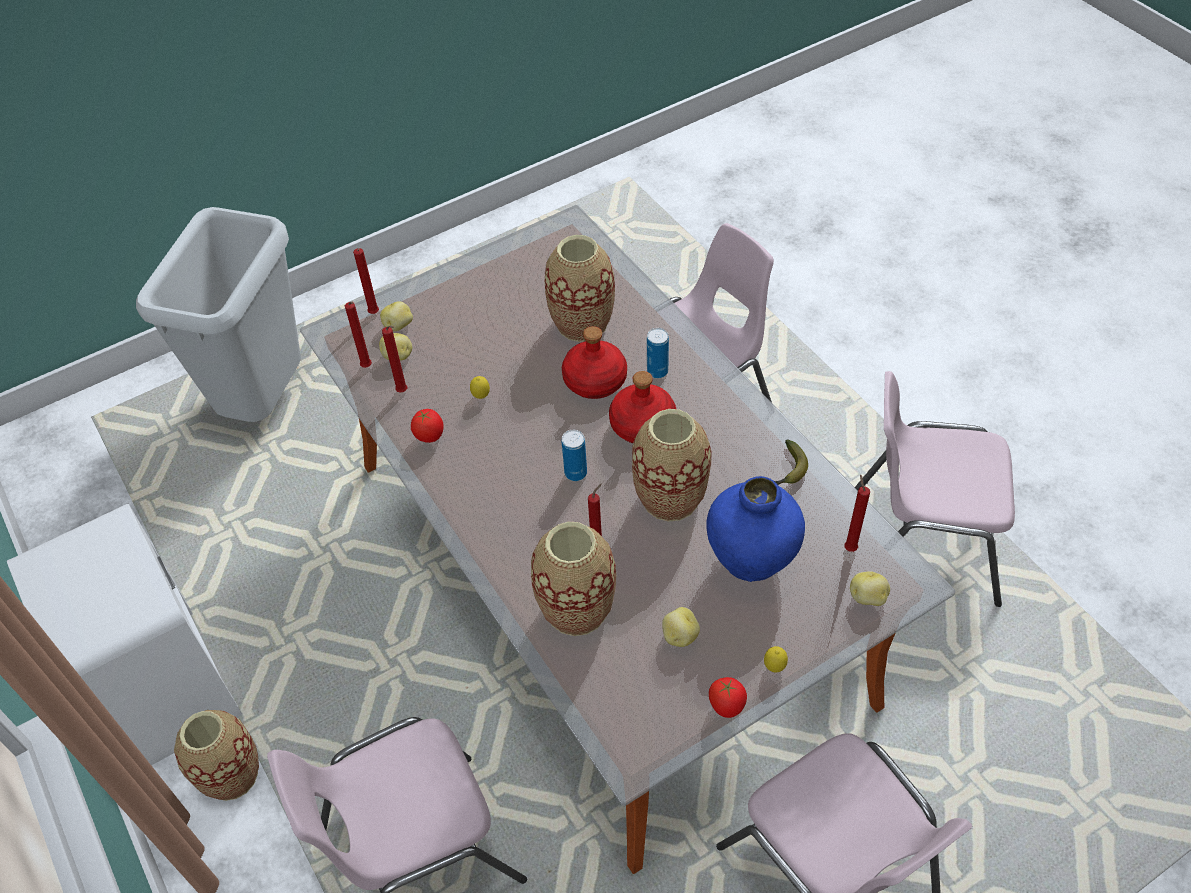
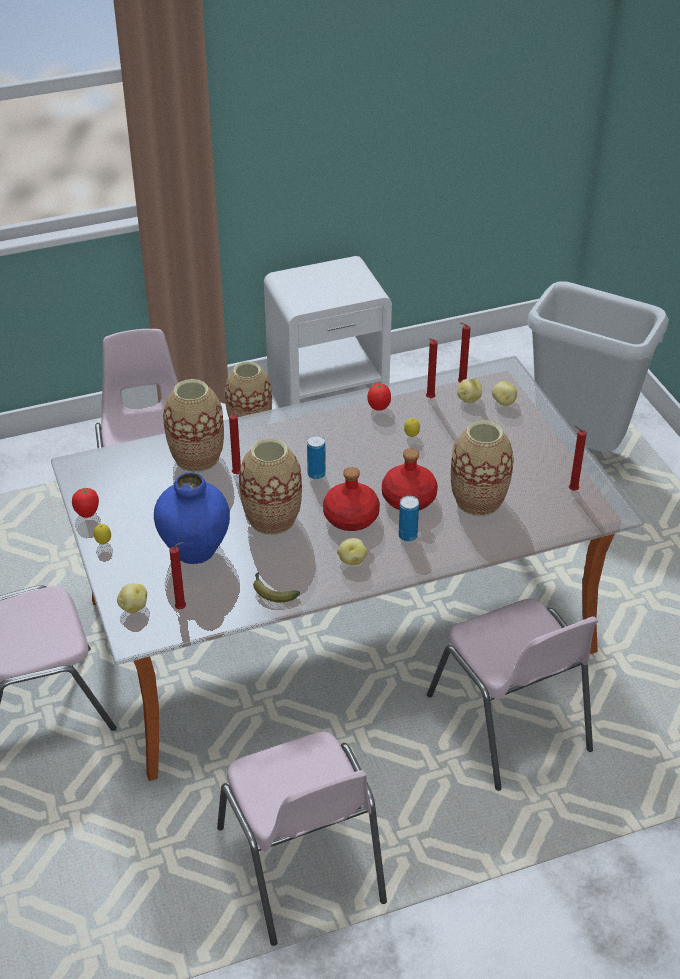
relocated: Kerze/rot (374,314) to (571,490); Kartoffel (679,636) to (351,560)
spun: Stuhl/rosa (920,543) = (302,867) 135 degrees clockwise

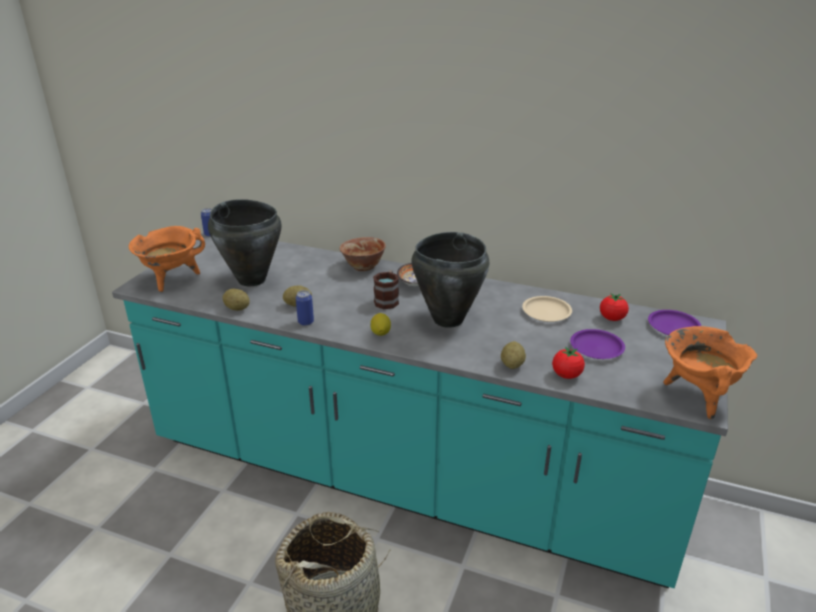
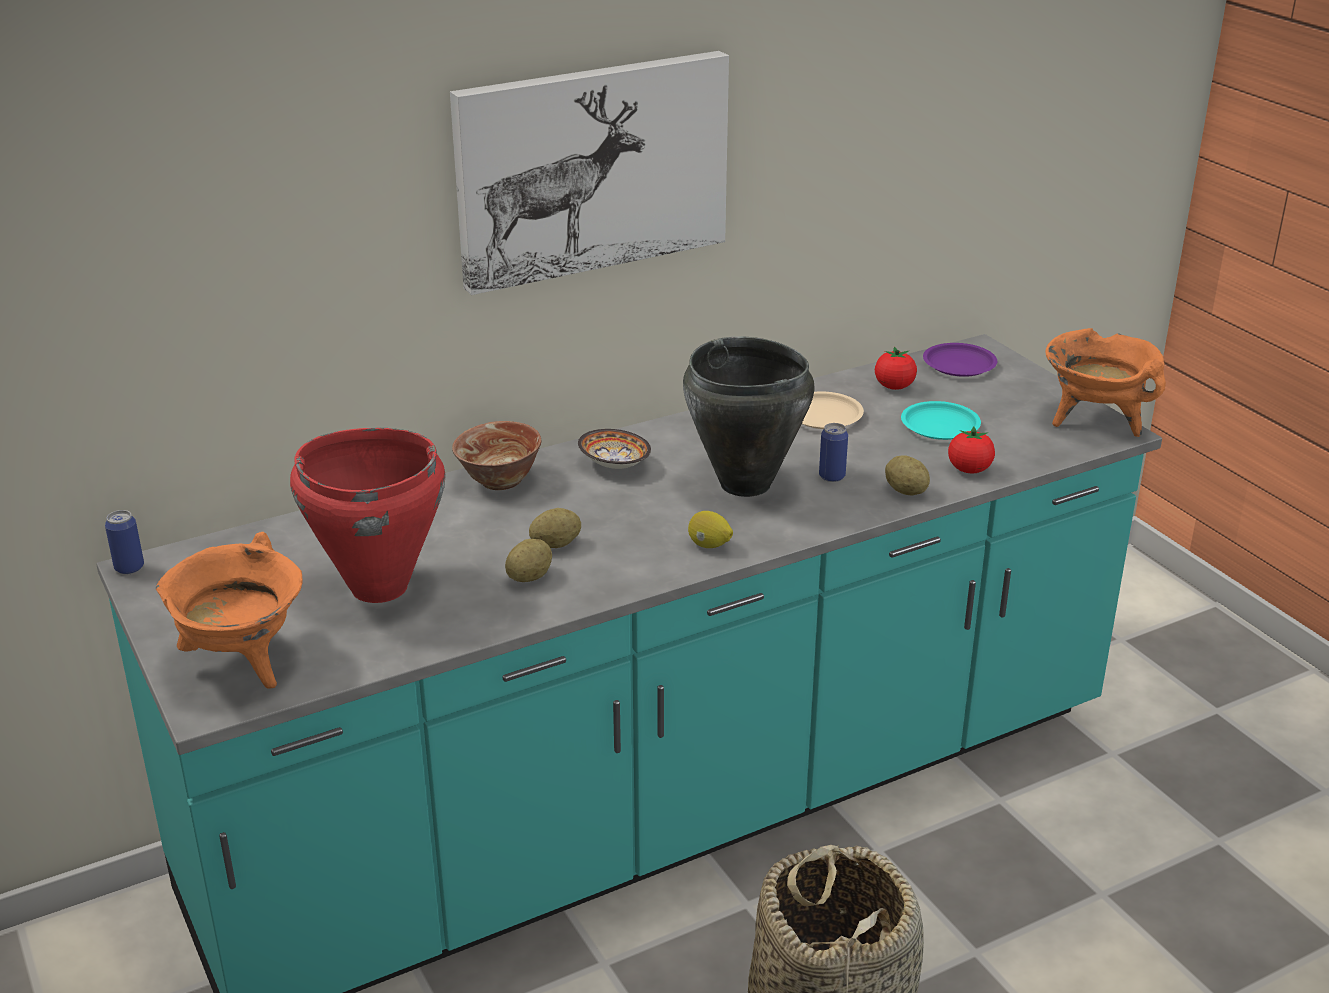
missing: Henkelbecher (387,300)
appeared: Bild (591,168)
relocated: Kartoffel (237,308) to (555,544); Dose (306,322) to (832,476)
colour: Kochtopf/schwarz (252,279) to Kochtopf/rot (378,587); Teller/lila (596,347) to Teller/türkis (939,426)

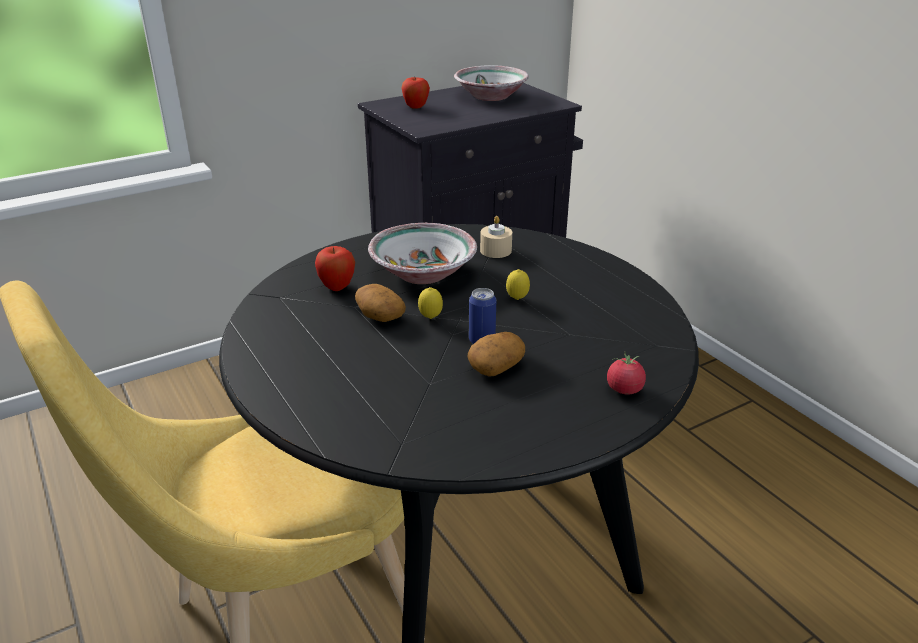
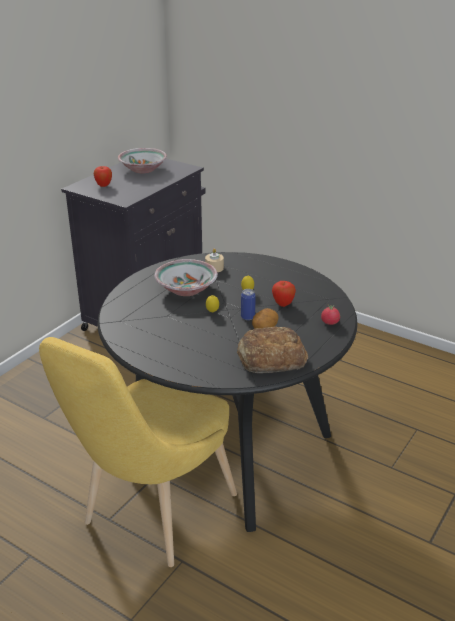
missing: Kartoffel (379,316)
appeared: Brot (270,357)
relocated: Apfel (337,287) to (283,304)

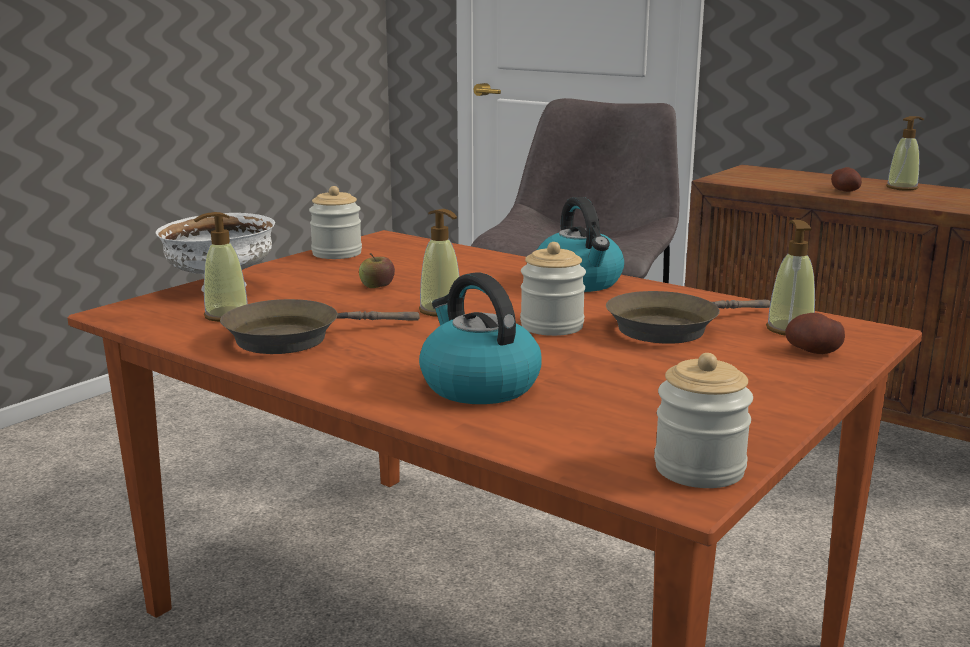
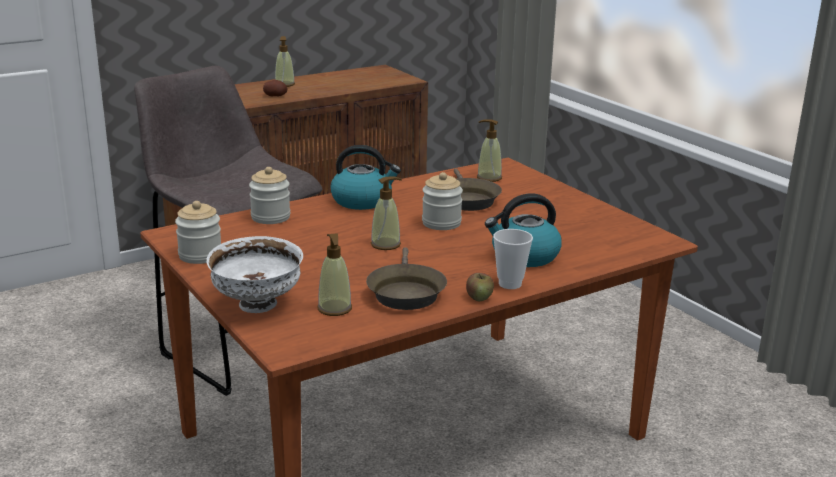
missing: Kartoffel (813,351)
appeared: Tasse (510,284)
relocated: Apfel (377,286) to (479,297); Vorratsglas (699,469) to (270,217)

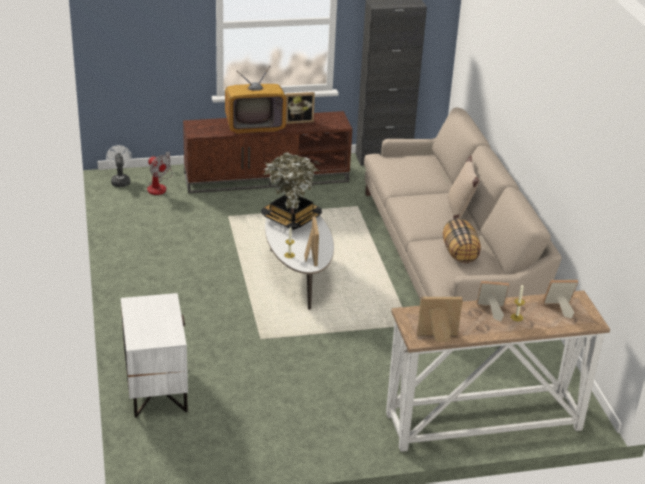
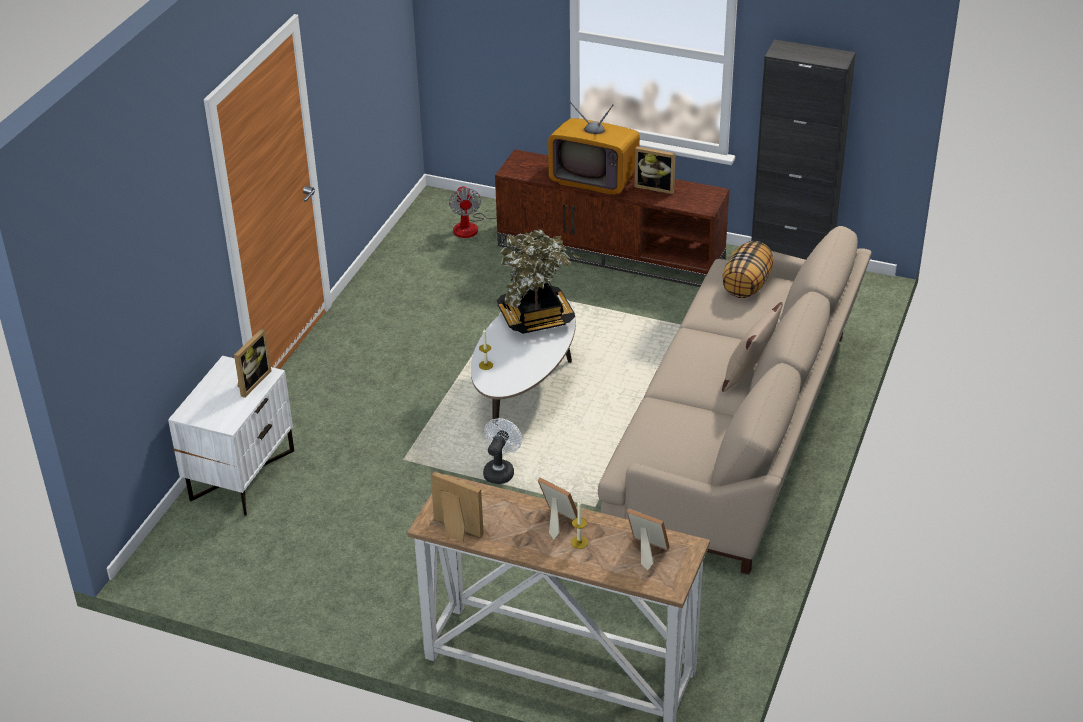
relocated: Ventilator/weiß (120,181) to (500,470); Bilderrahmen (310,256) to (251,382); Kissen (460,253) to (747,286)

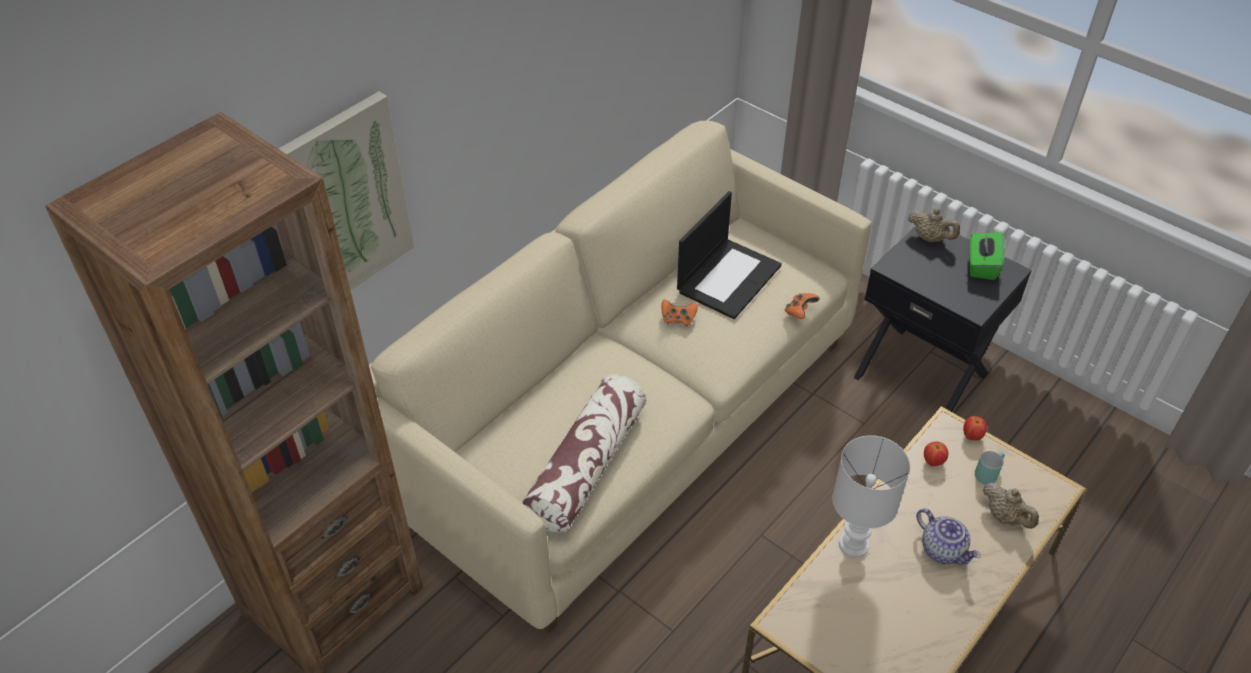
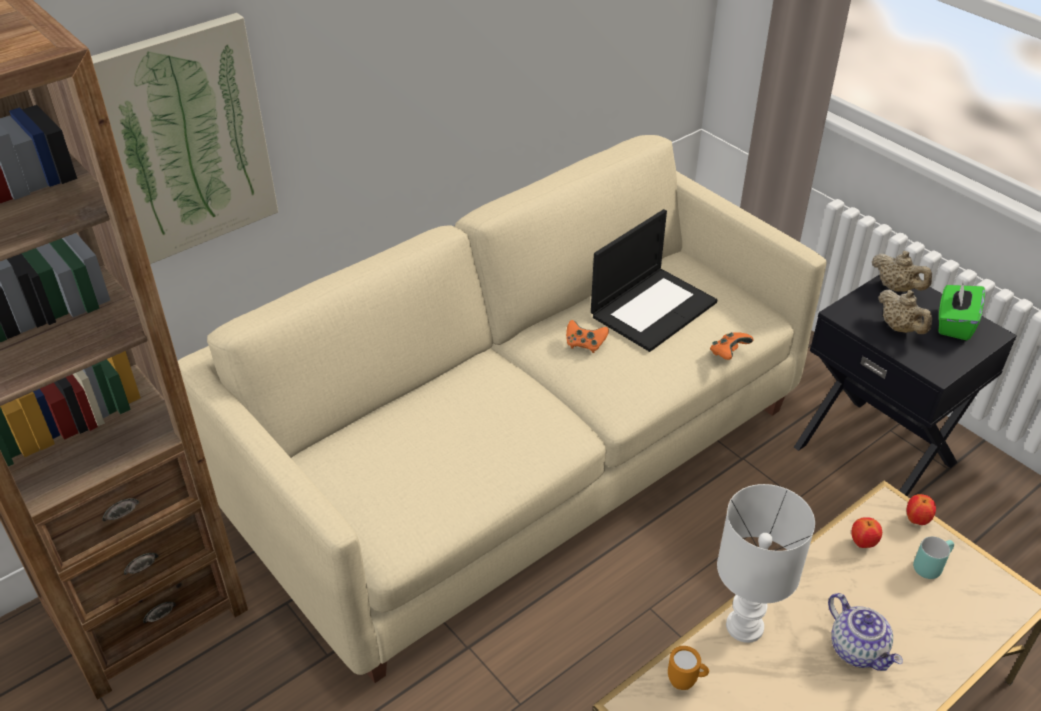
missing: Kissen (587,465)
appeared: Henkelbecher/orange (686,681)
relocated: Teekanne/beige (1005,517) to (900,328)

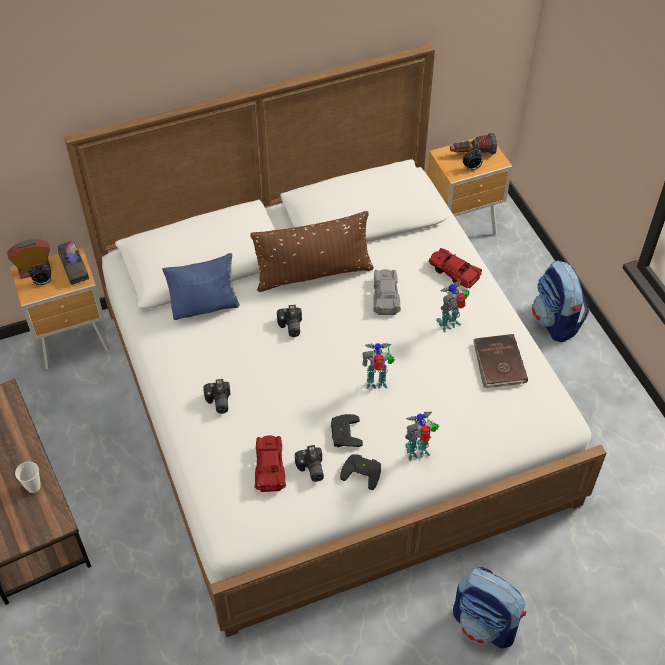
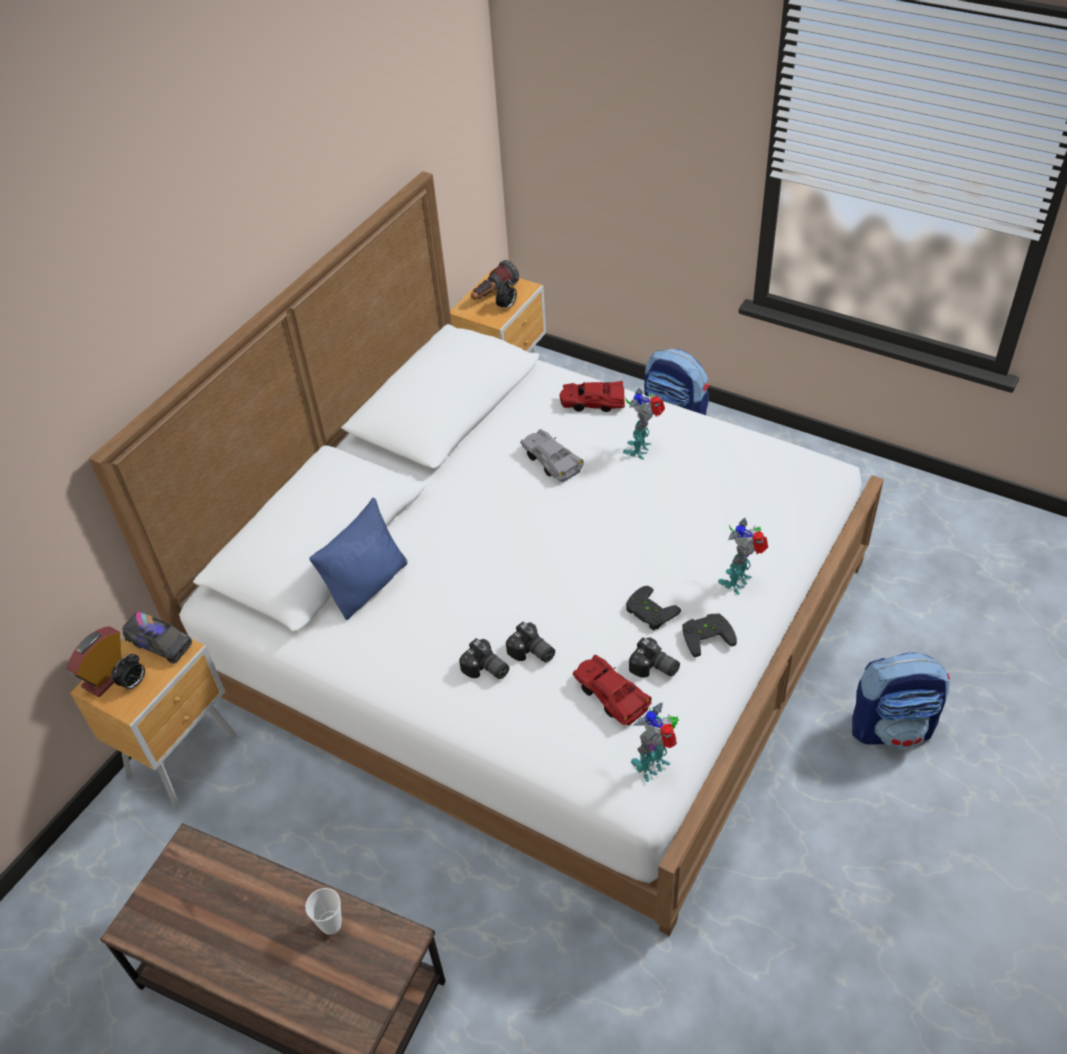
missing: Kissen/braun (313,274); Buch/braun (498,363)
relocated: Kamera (290,327) to (531,653); Spielzeugroboter (377,383) to (654,766)

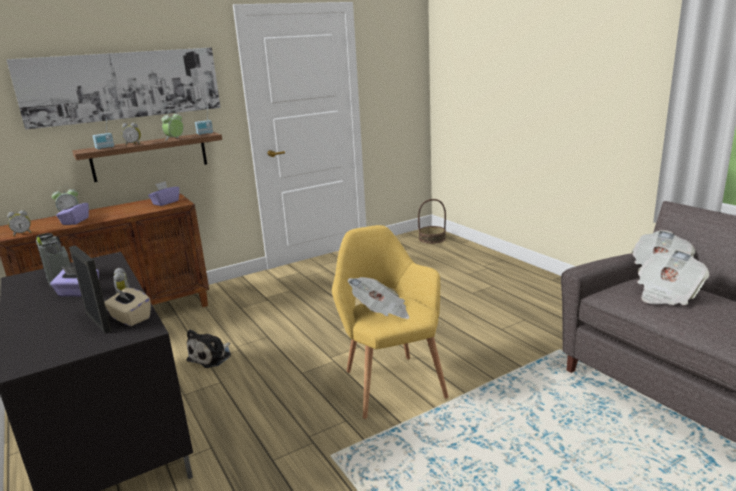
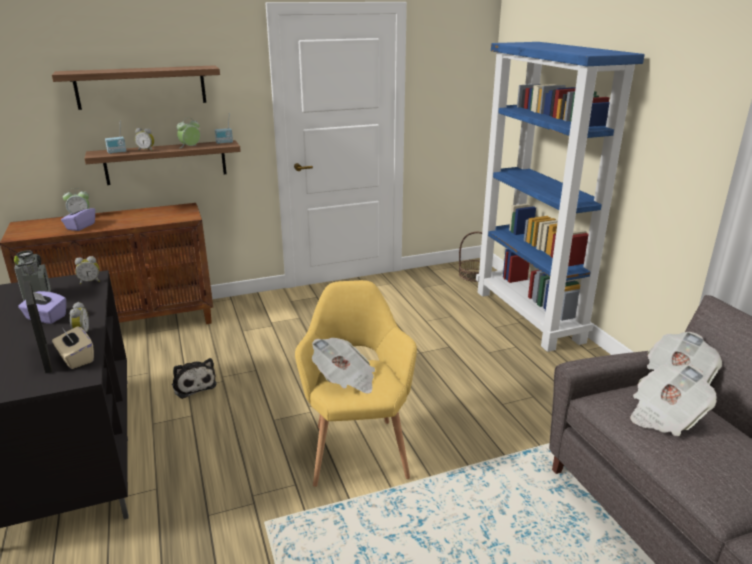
missing: Taschentuchbox/lila (165,202)
appeared: Bücherregal/blau (529,316)
relocated: Wecker (22,233) to (90,281)
exchanged: Bild (123,85) to Wandregal (141,87)
spun: Plüschtier (211,357) = (193,385) 75 degrees counterclockwise

